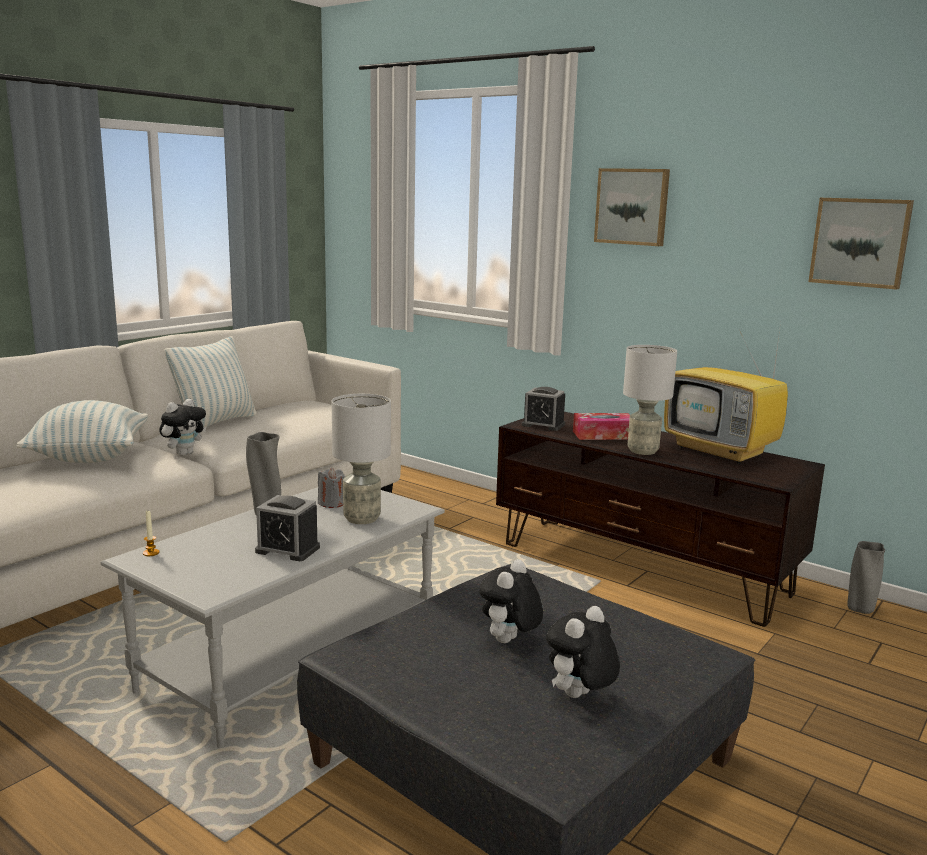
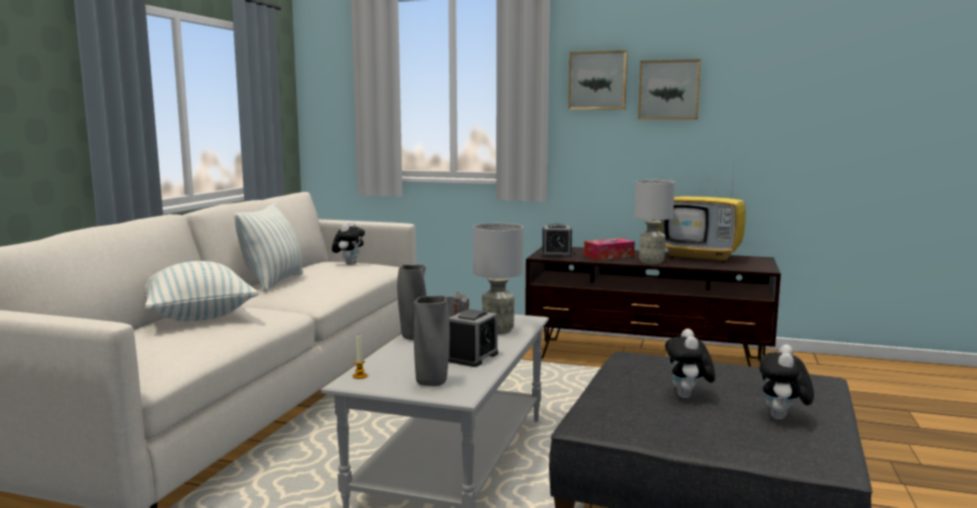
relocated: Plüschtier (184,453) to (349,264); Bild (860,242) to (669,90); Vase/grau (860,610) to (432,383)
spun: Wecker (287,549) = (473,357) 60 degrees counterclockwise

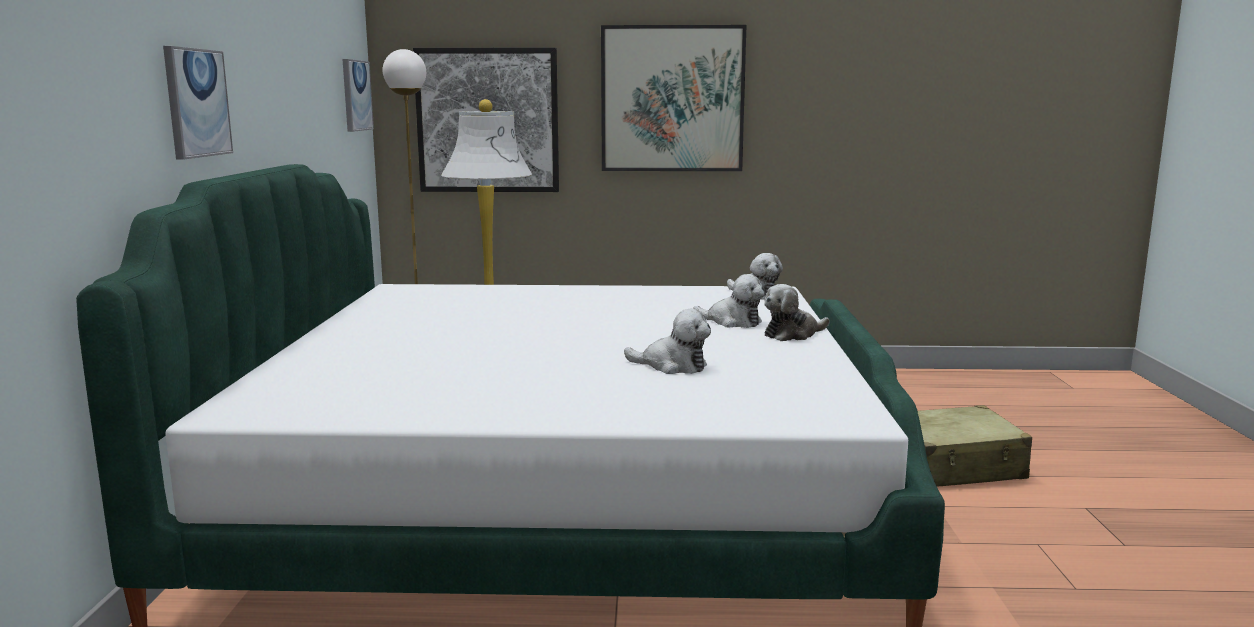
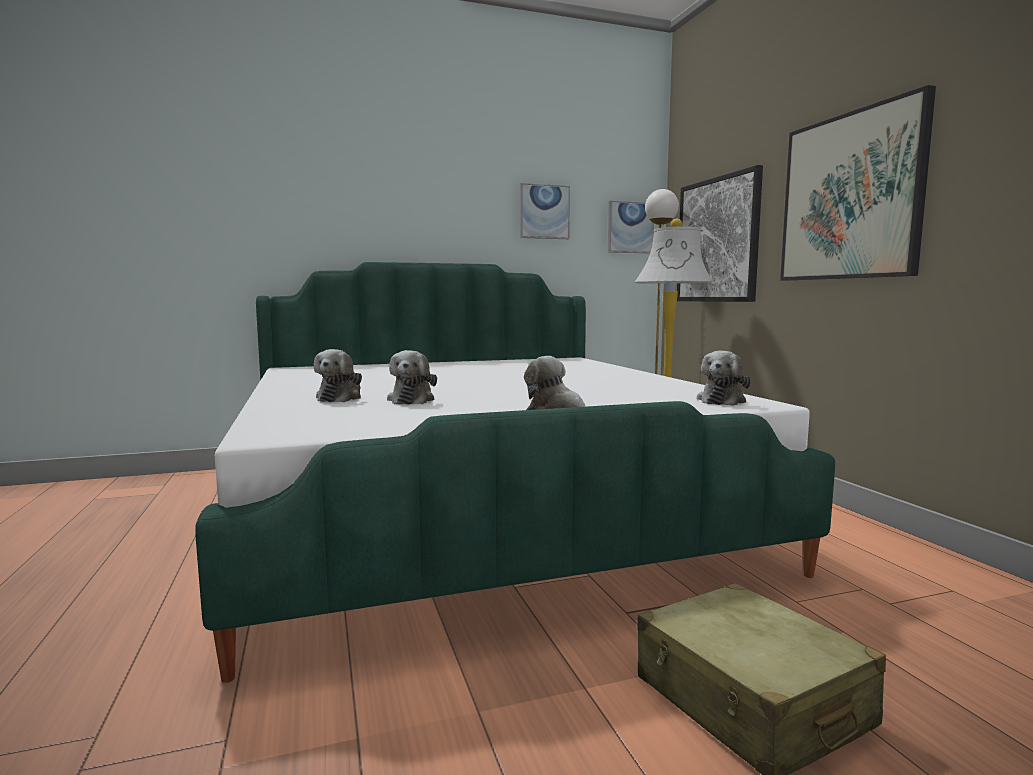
relocated: Bild (196,103) to (544,212); Plüschtier (732,322) to (340,397)

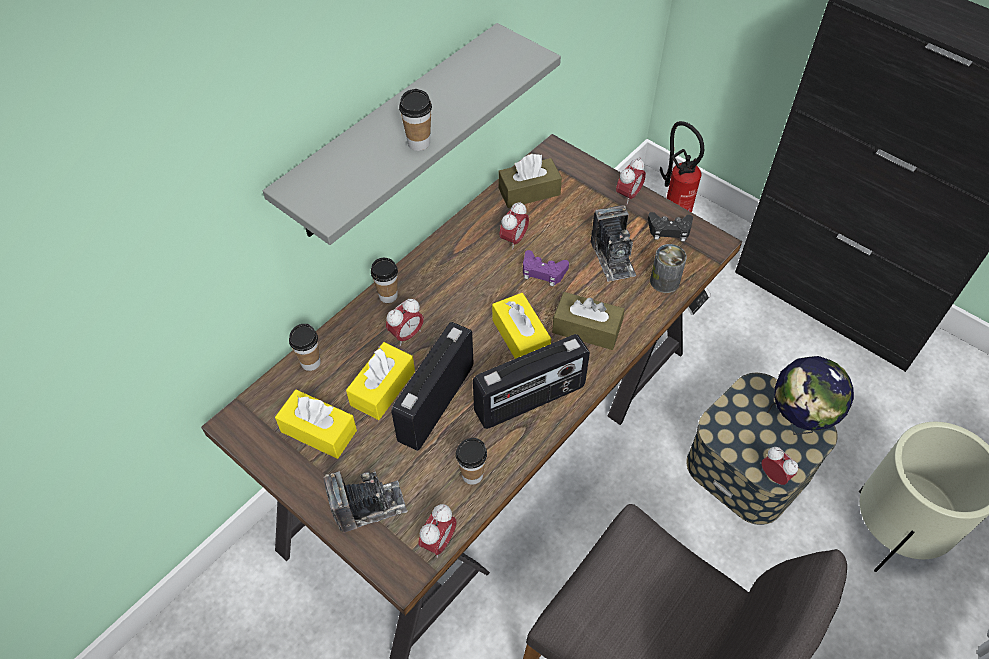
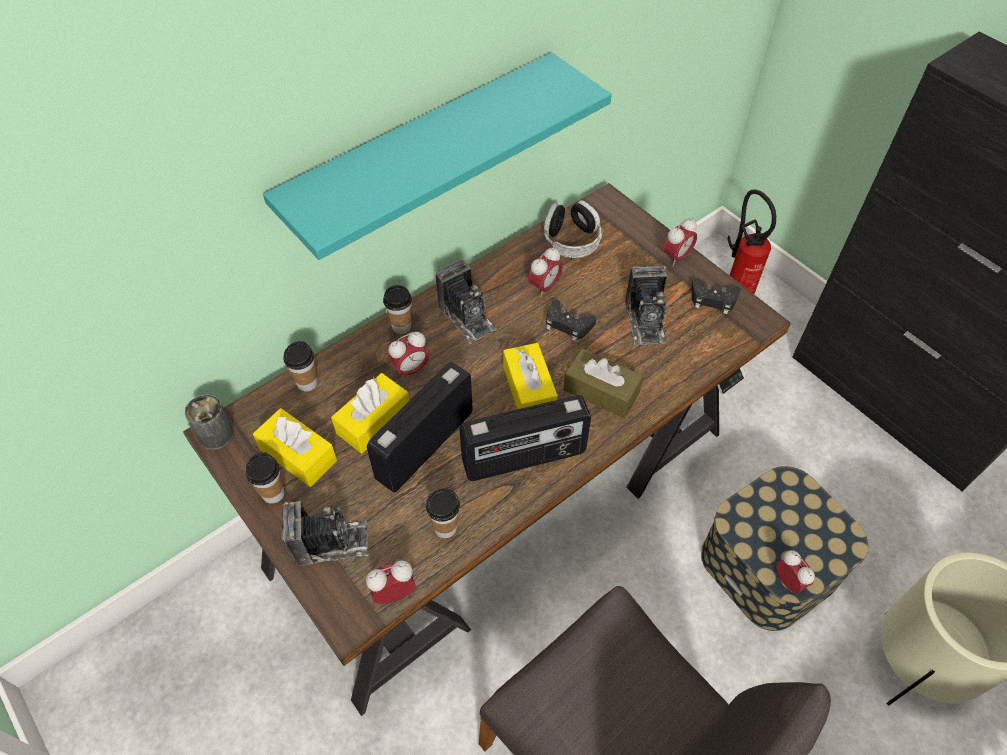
missing: Globus (797,422)
appeared: Kamera (467,317)
relocated: Tasse (419,143) to (273,493); Dose (664,281) to (216,434)
exchanged: Taschentuchbox/braun (529,191) to Kopfhörer (571,239)
colour: Wandregal/grau (393,134) to Wandregal/türkis (422,156); Gamepad/lila (543,271) to Gamepad/schwarz (568,324)
spun: Wecker (439,541) = (394,593) 150 degrees counterclockwise

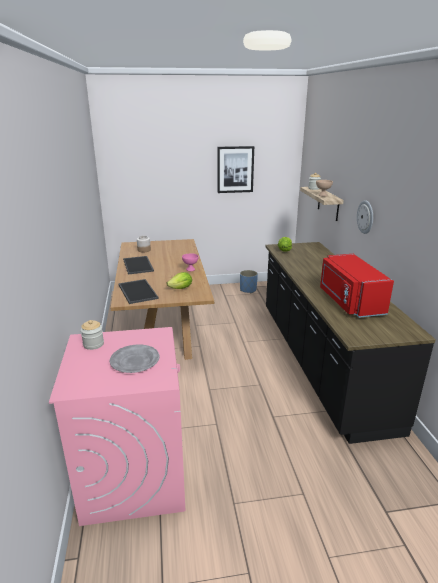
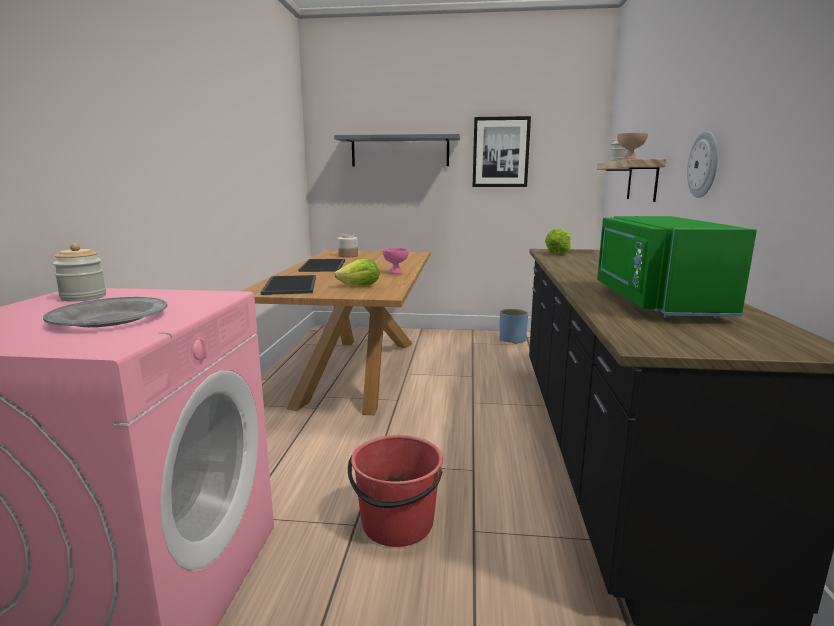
appeared: Wandregal/grau (400,151); Eimer/rot (397,524)
colour: Mikrowelle/rot (349,302) to Mikrowelle/grün (654,301)

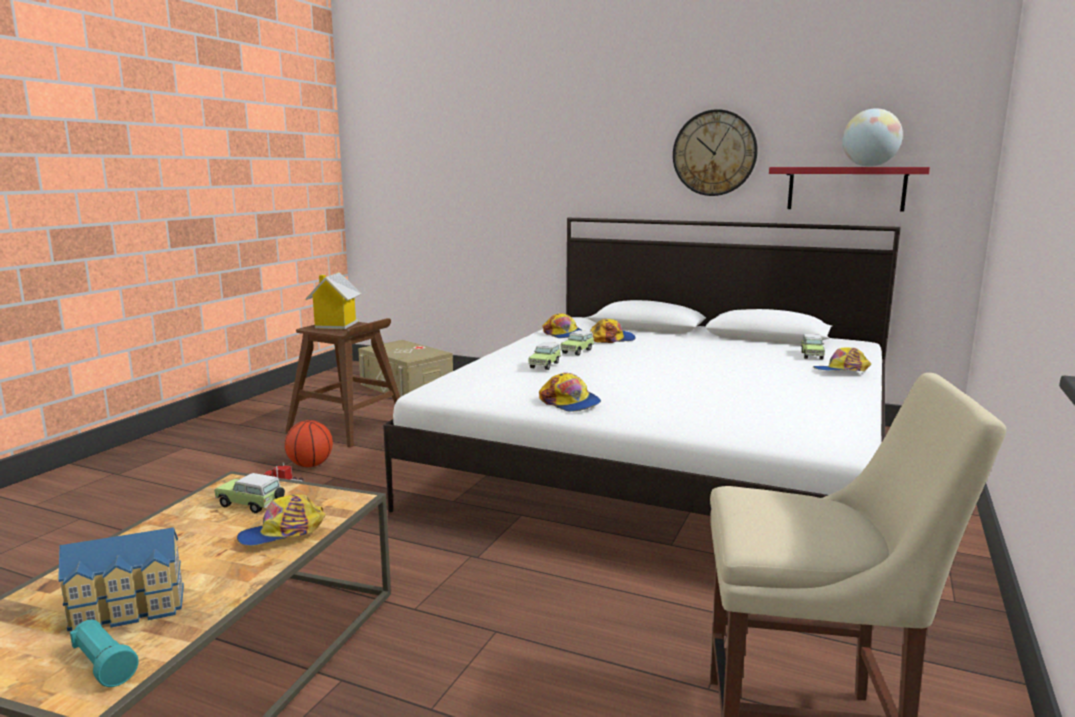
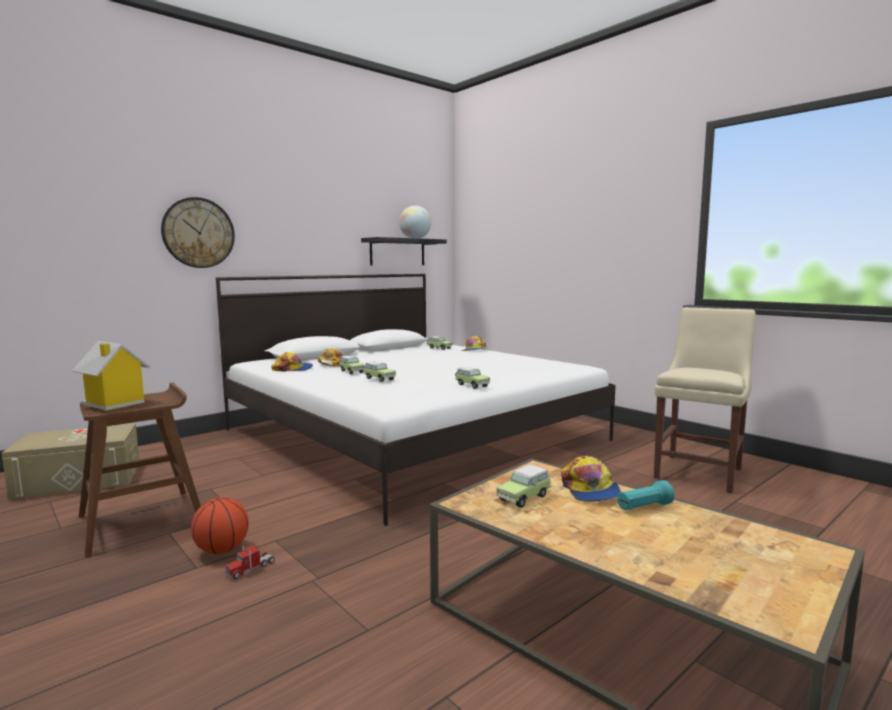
missing: Spielzeughaus (129,610)
relocated: Taschenlampe/türkis (104,665) to (643,507); Wanduhr (714,153) to (198,233)
exchanged: Kappe (570,403) to Spielzeugauto (471,385)
colour: Wandregal/rot (846,188) to Wandregal/schwarz (397,252)

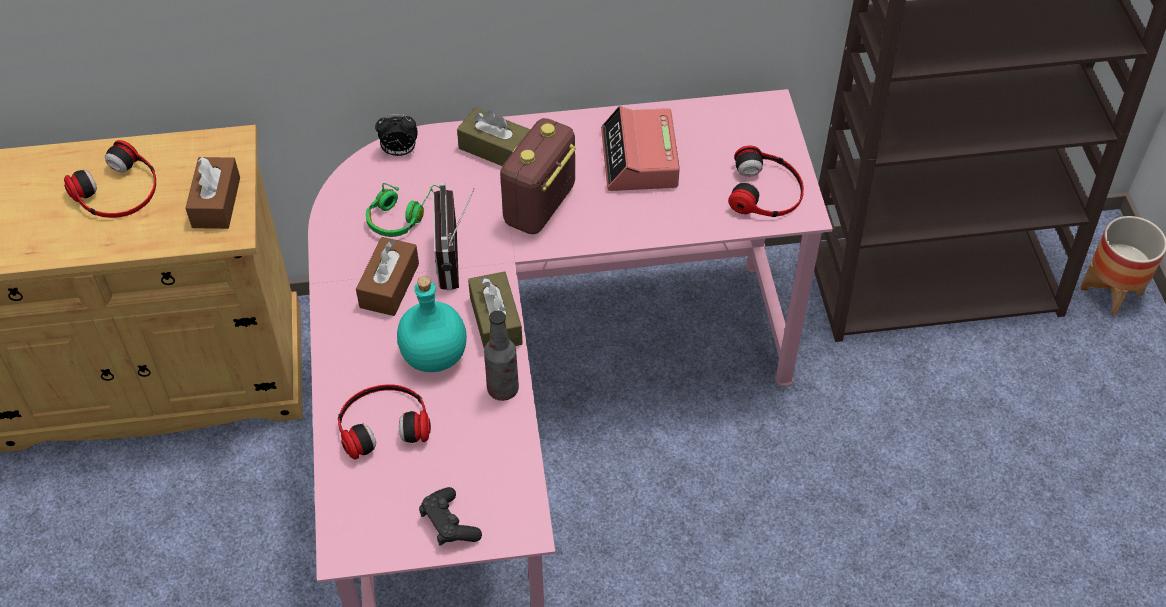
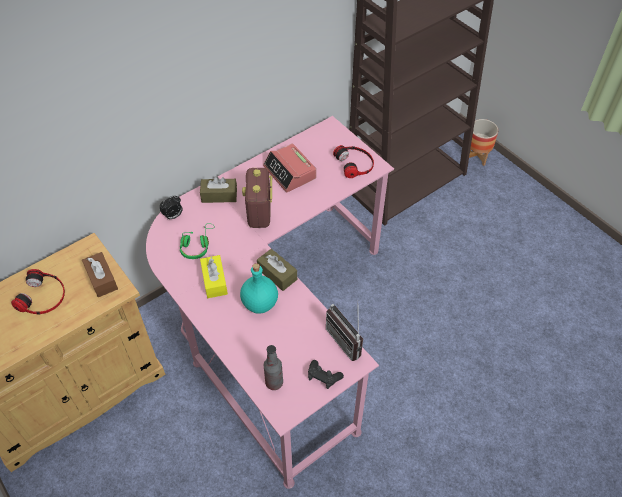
missing: Kopfhörer (383,423)
relocated: Radio (458,260) to (348,340); Flasche (503,389) to (274,383)
colour: Taschentuchbox/braun (389,285) to Taschentuchbox/gelb (214,281)

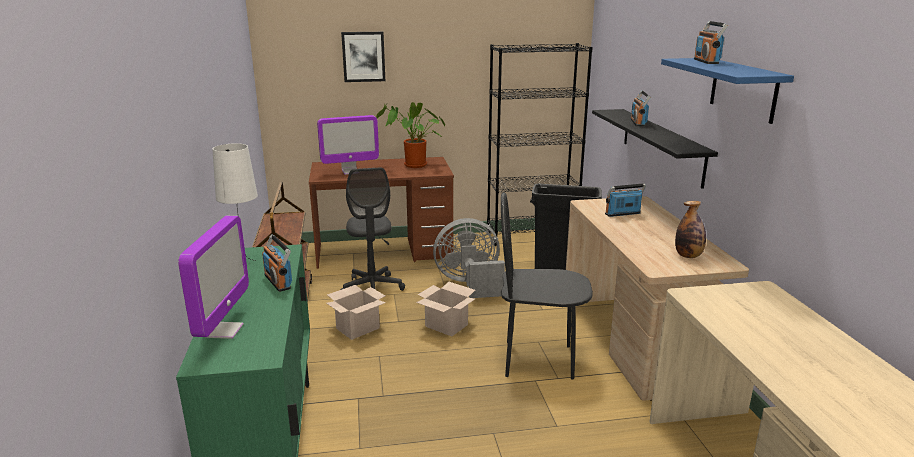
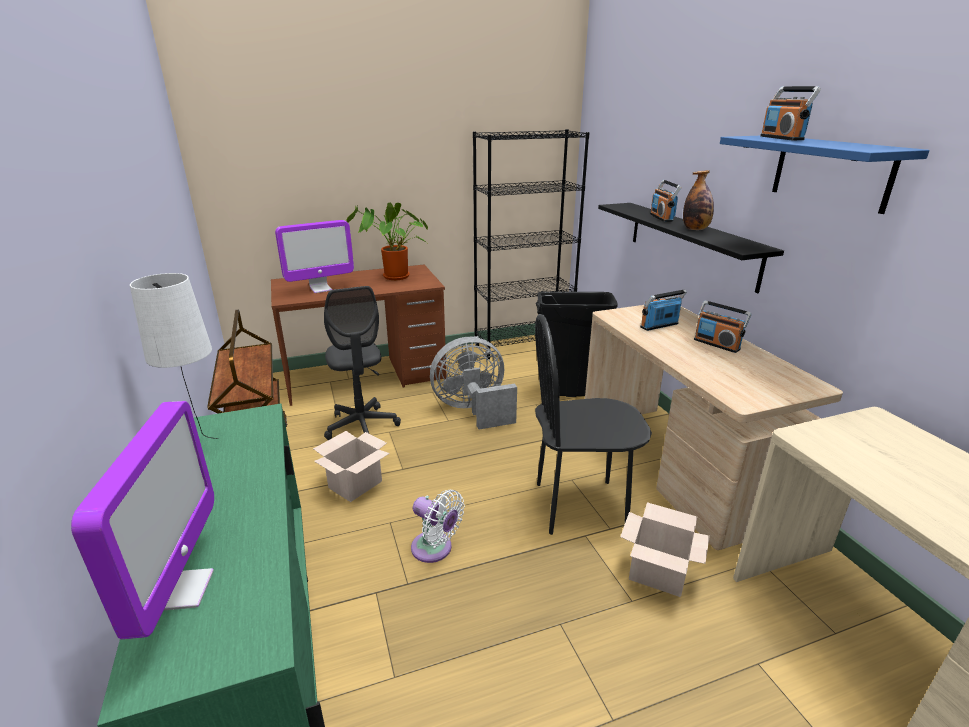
missing: Bild (363,56)
appeared: Ventilator/weiß (435,549)
relocated: Radio (278,281) to (717,344); Karton (445,325) to (656,573); Flasche (688,256) to (695,229)

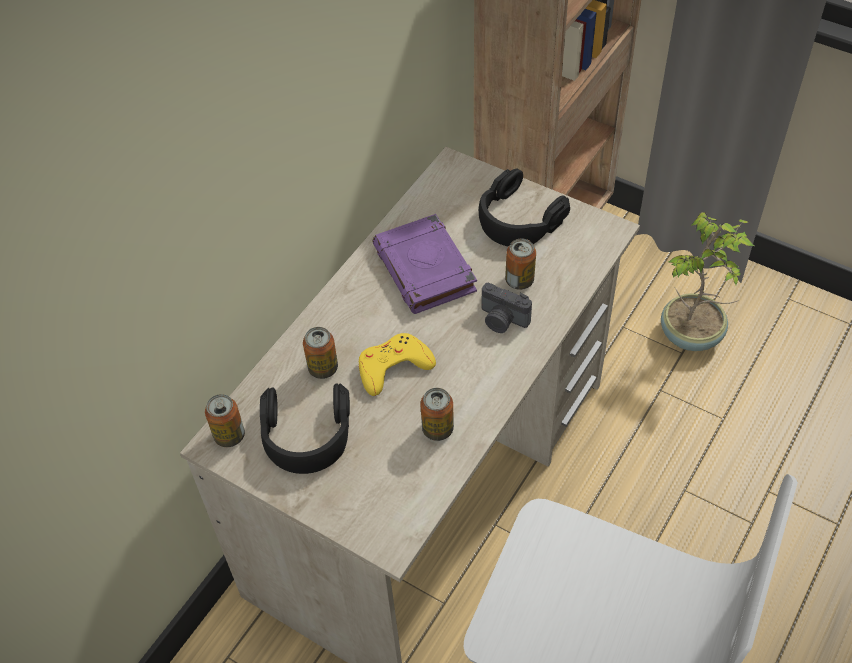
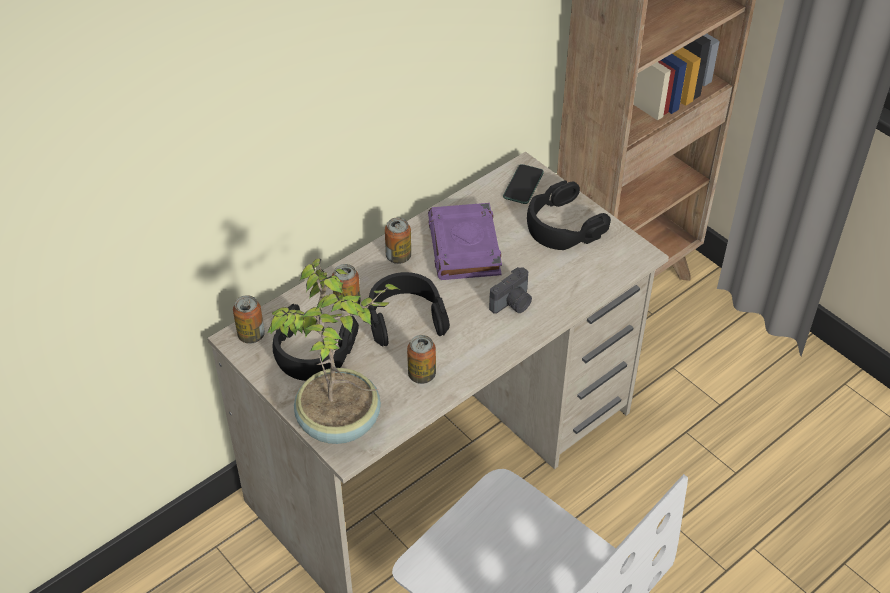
appeared: Handy (523,185)
relocated: Dose (519,280) to (398,256); Topfpflanze (692,335) to (340,423)
exchanged: Gamepad/gelb (393,367) to Kopfhörer/schwarz (405,317)
spun: Kamera (502,320) = (513,304) 90 degrees counterclockwise

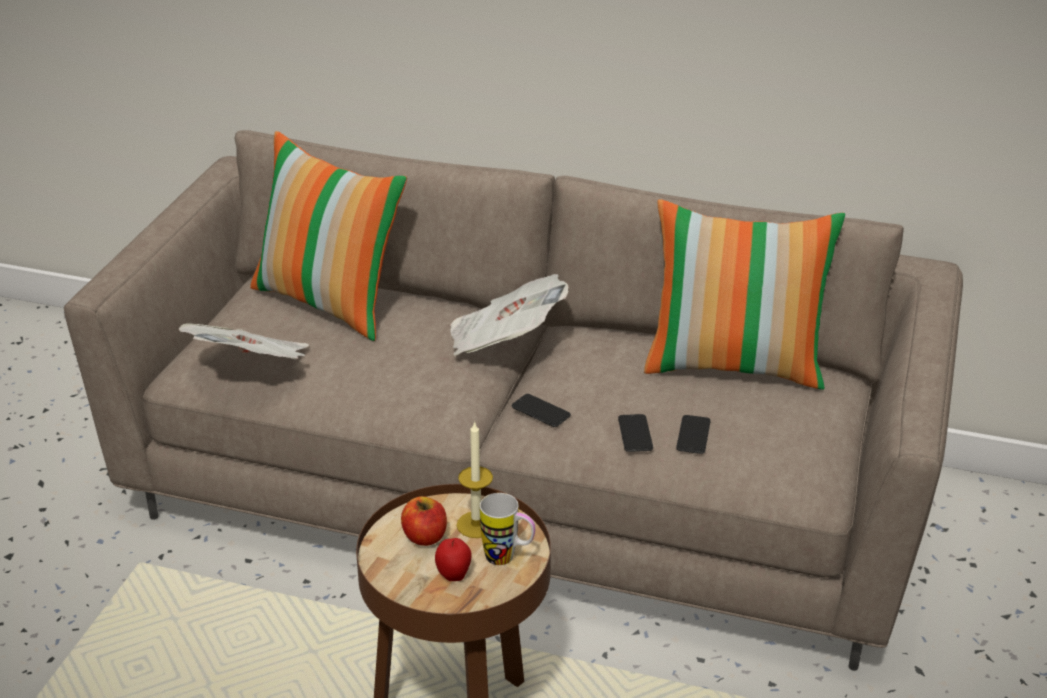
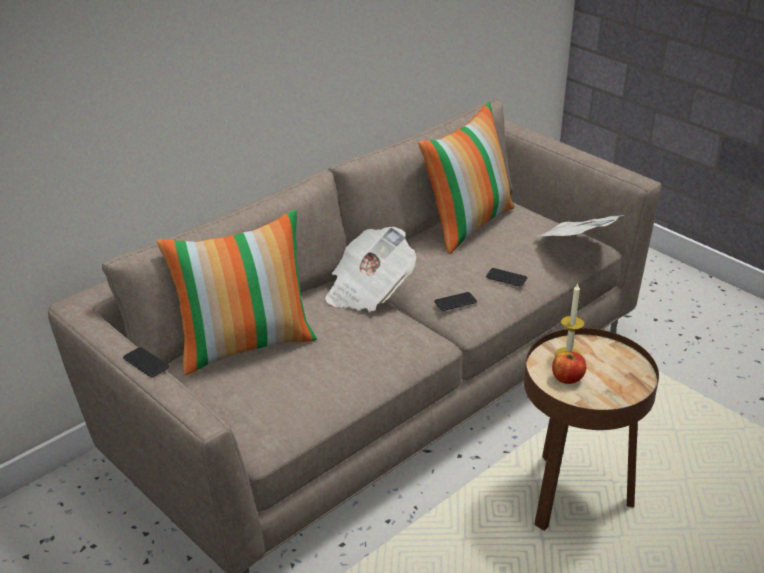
missing: Apfel (453,575); Henkelbecher (508,559)
relocated: Zeitung (253,368) to (576,245); Handy (693,435) to (146,363)

